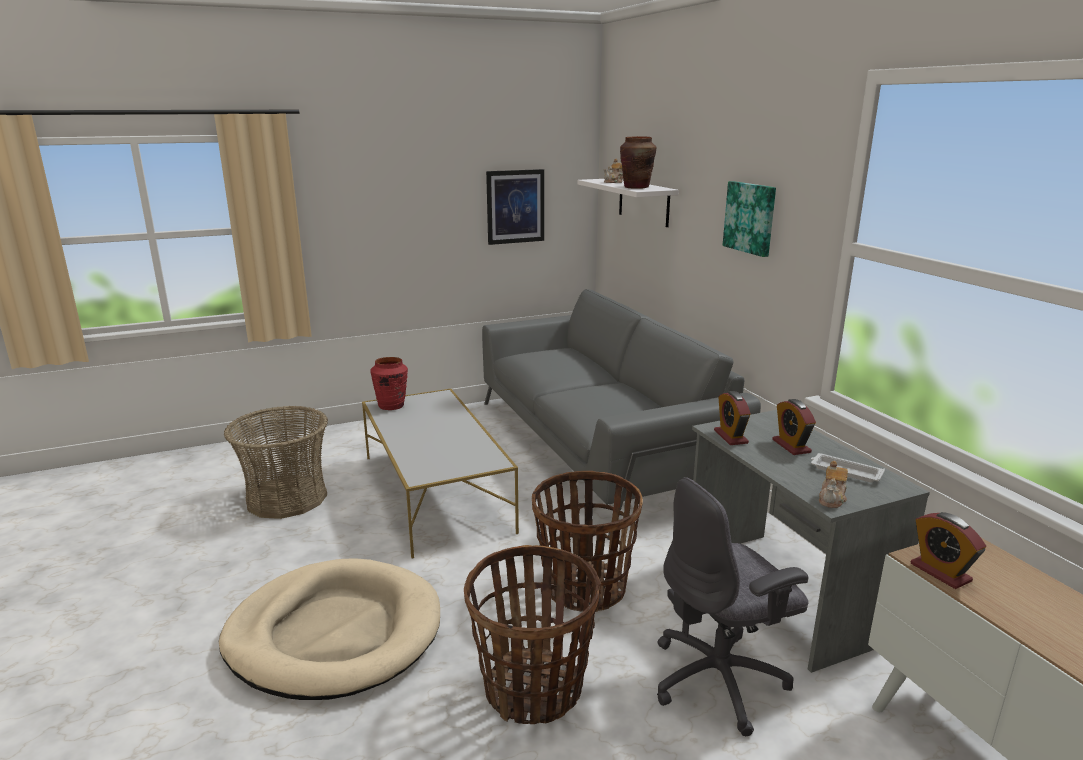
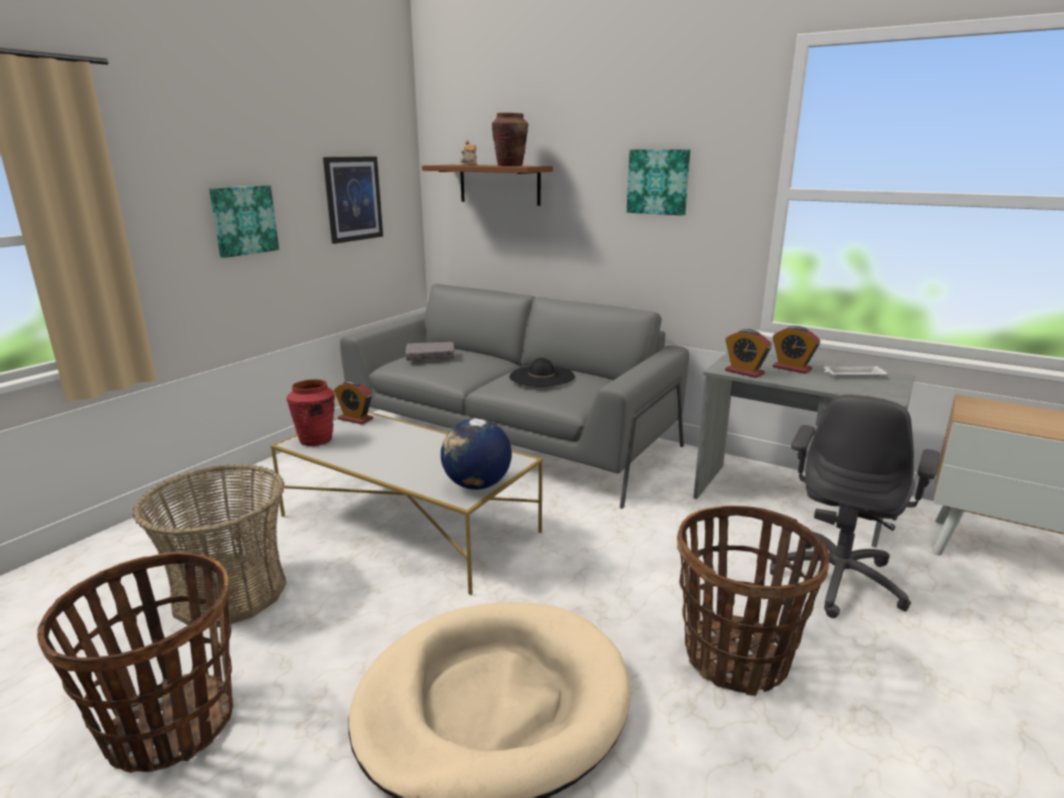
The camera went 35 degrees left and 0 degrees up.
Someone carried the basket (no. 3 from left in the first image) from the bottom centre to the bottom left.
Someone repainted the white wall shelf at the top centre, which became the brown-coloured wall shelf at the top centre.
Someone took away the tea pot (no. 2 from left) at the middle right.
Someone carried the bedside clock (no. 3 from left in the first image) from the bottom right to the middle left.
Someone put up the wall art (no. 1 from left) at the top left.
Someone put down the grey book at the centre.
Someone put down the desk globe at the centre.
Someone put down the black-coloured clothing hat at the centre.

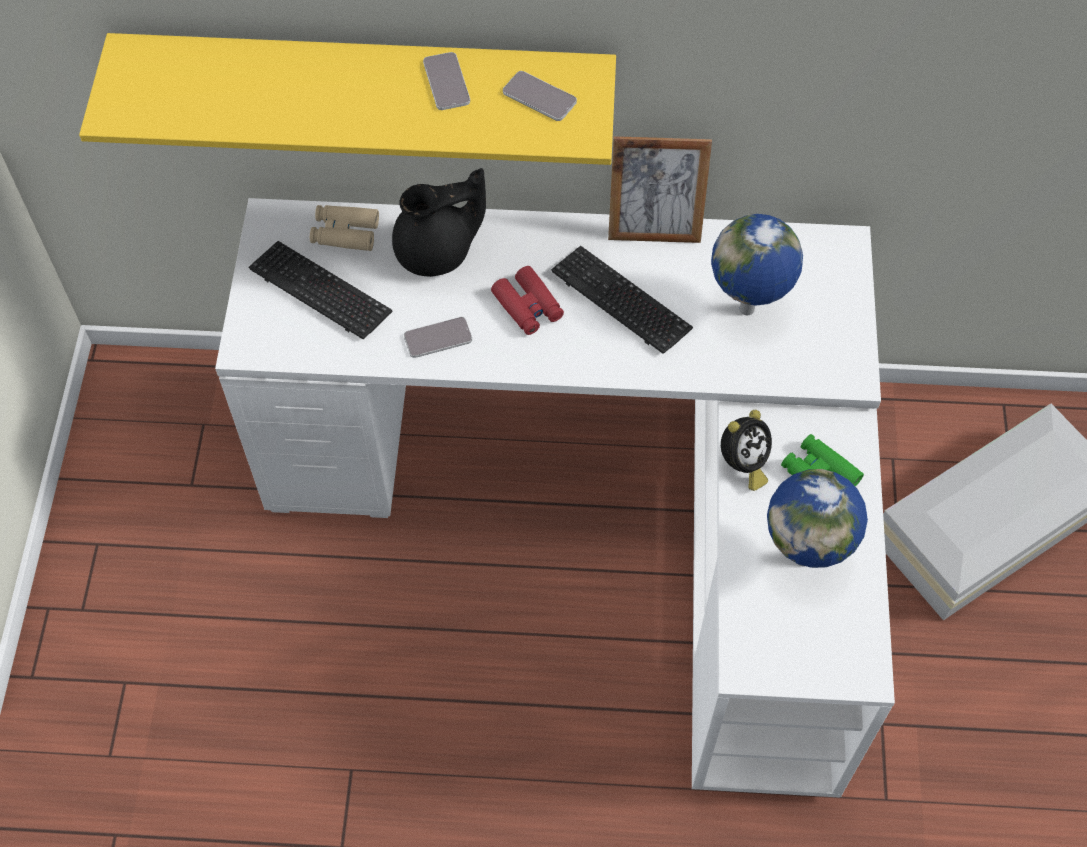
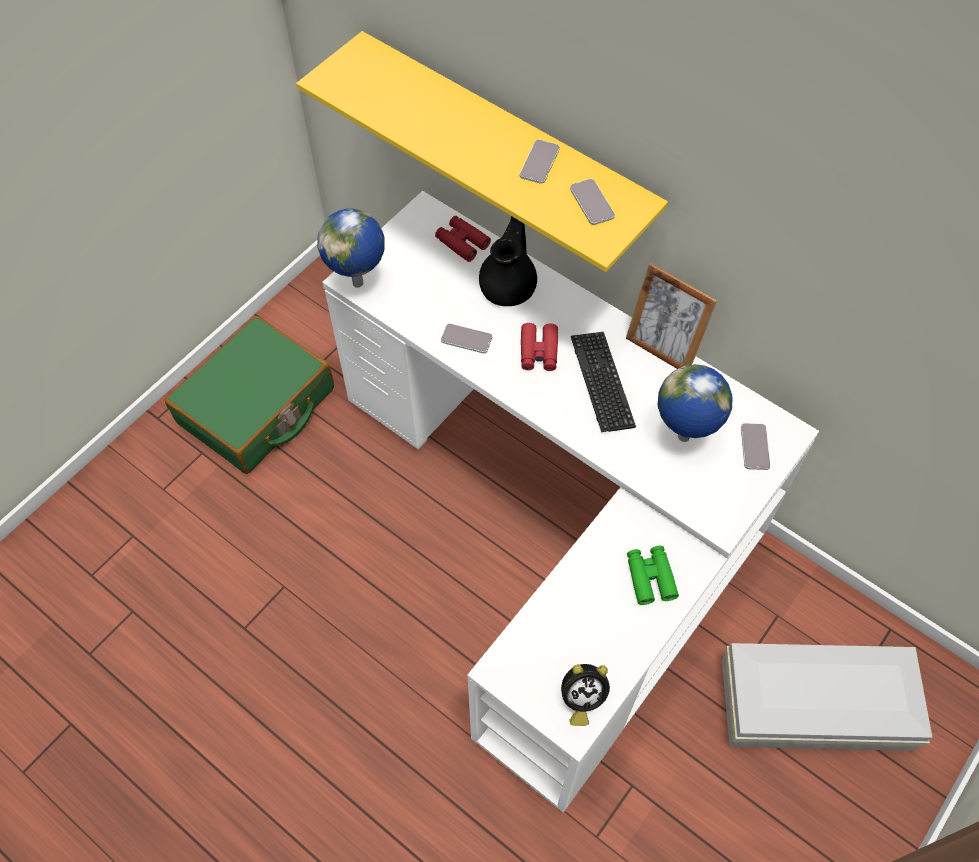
The camera went 35 degrees right and 0 degrees up.
Someone took away the keyboard (no. 1 from left) at the middle left.
Someone repainted the beige binoculars at the top left, which became the red-coloured binoculars (no. 1 from left) at the top centre.
Someone rotated the black-coloured tea pot at the top centre by 90 degrees counterclockwise.
Someone carried the bedside clock from the middle right to the bottom centre.
Someone carried the desk globe (no. 2 from left in the first image) from the middle right to the top centre.
Someone put down the greenish suitcase at the middle left.
Someone put down the handset (no. 4 from left) at the middle right.

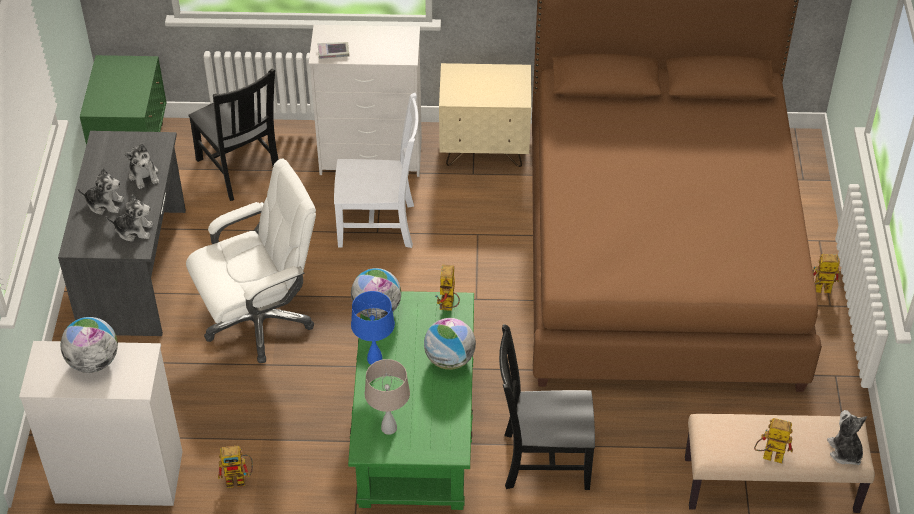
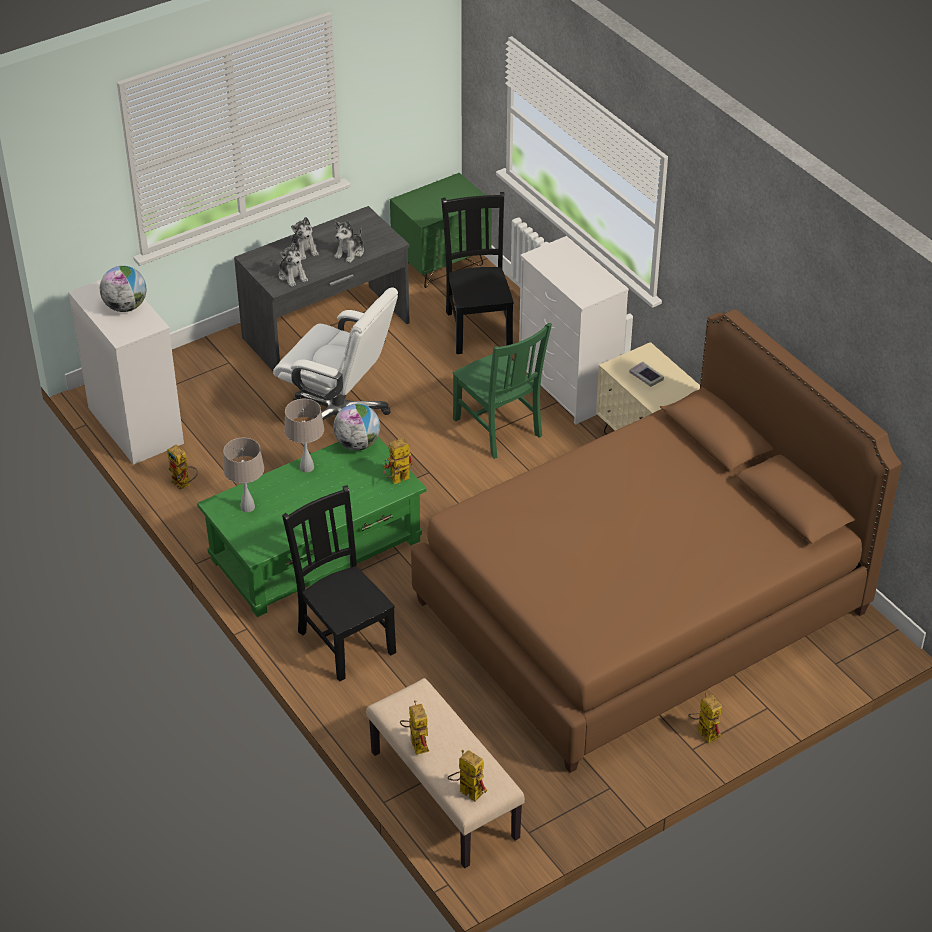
The camera went 55 degrees right and 5 degrees down.
Someone rotated the black-coloured upright chair (no. 1 from left in the first image) at the top left by 150 degrees clockwise.
Someone carried the book from the top centre to the middle right.
Someone repainted the white upright chair at the top centre, which became the greenish upright chair at the centre.
Someone repainted the bluish table lamp at the centre, which became the beige table lamp (no. 2 from left) at the middle left.
Someone took away the desk globe (no. 3 from left) at the bottom centre.
Someone swapped the plush toy (no. 4 from left) at the bottom right for the model robot (no. 4 from left) at the bottom centre.

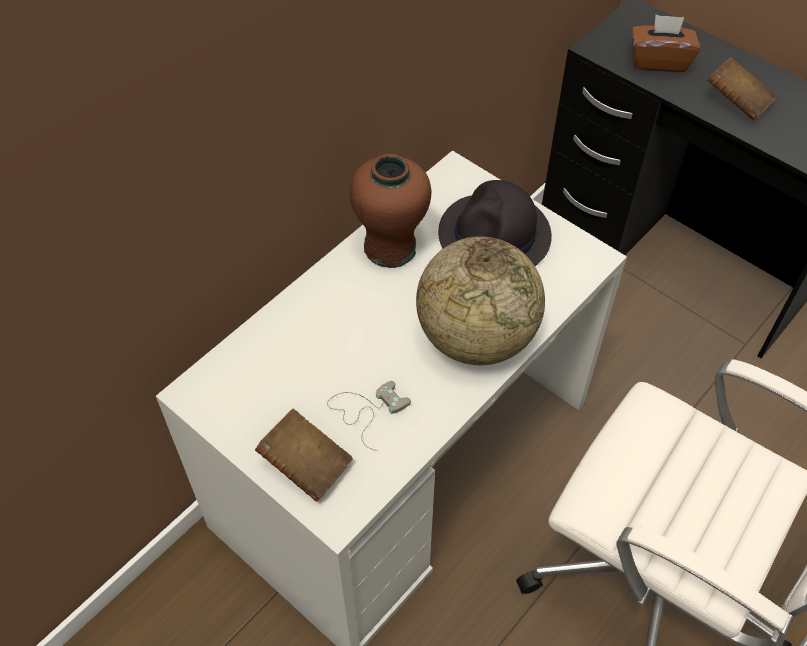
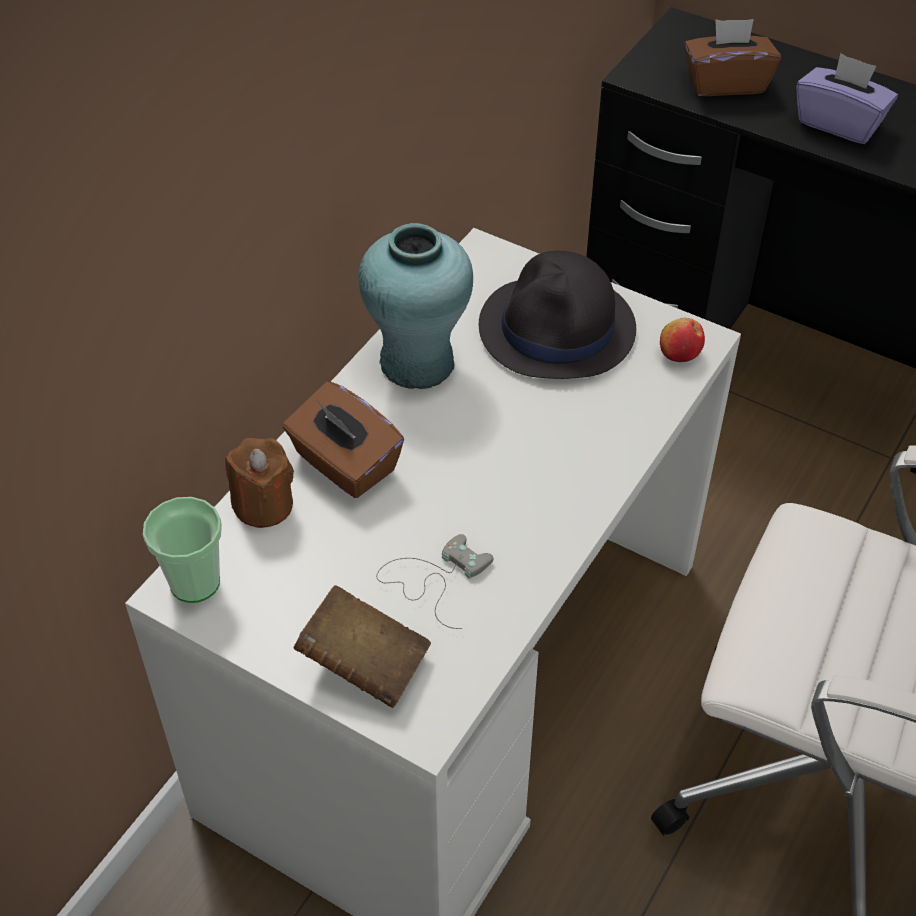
The camera went 10 degrees left and 5 degrees down.
Someone repainted the brown-coloured vase at the top centre, which became the turquoise-coloured vase at the centre.
Someone took away the desk globe at the centre.
Someone swapped the brown-coloured book (no. 2 from left) at the top right for the purple-coloured box of tissues at the top right.
Someone put down the small cup at the middle left.
Someone put down the brown-coloured candle at the middle left.
Someone put down the brown-coloured box of tissues (no. 1 from left) at the centre.
Someone put down the apple at the middle right.

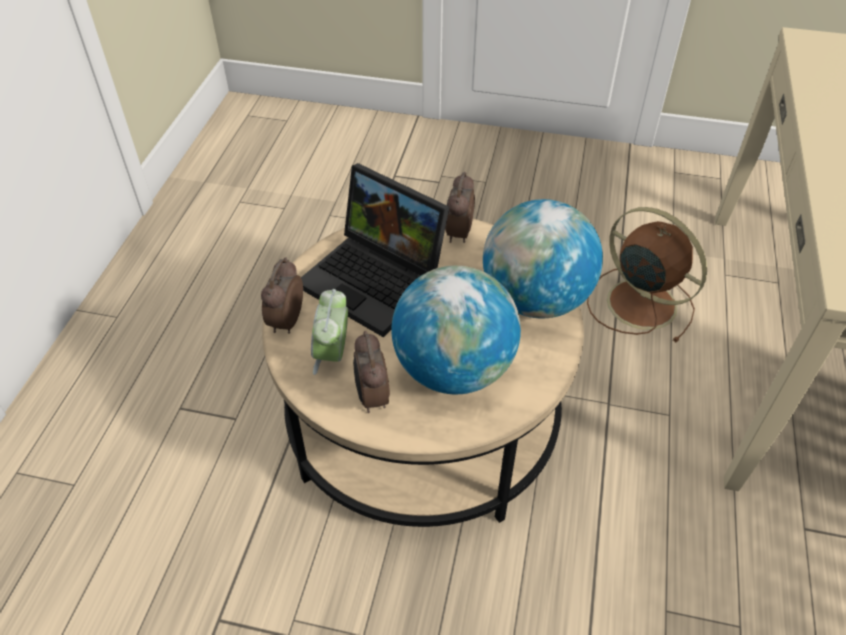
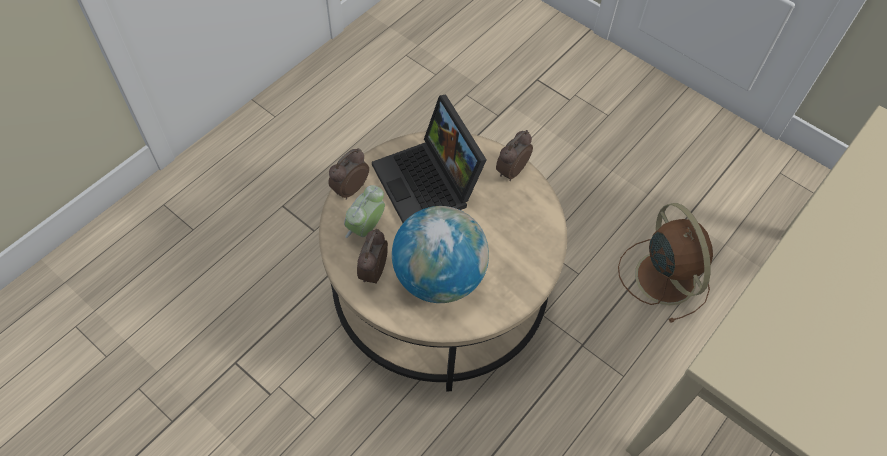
The camera went 25 degrees right and 10 degrees up.
Someone took away the desk globe (no. 2 from left) at the centre.

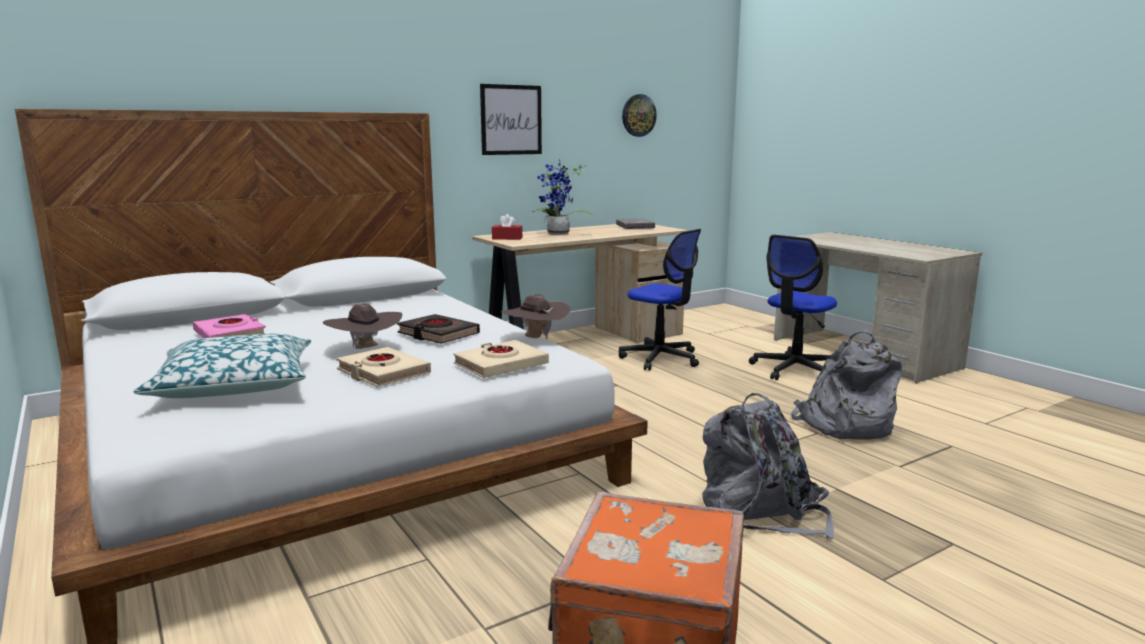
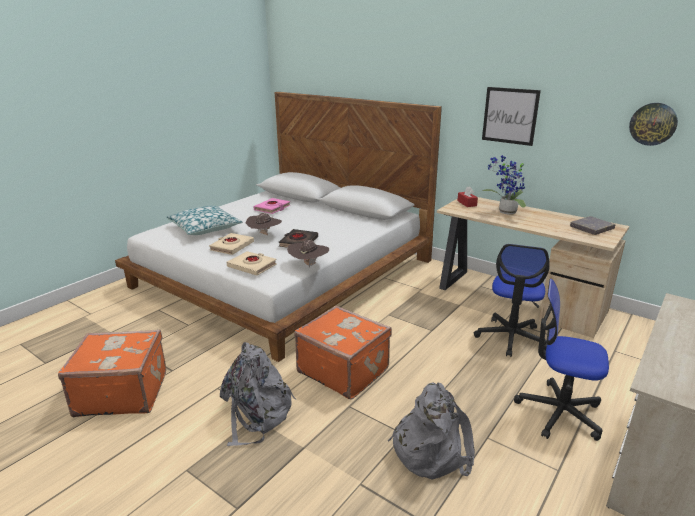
The camera went 70 degrees right and 10 degrees up.
Someone put down the orange-coloured suitcase (no. 2 from left) at the bottom centre.

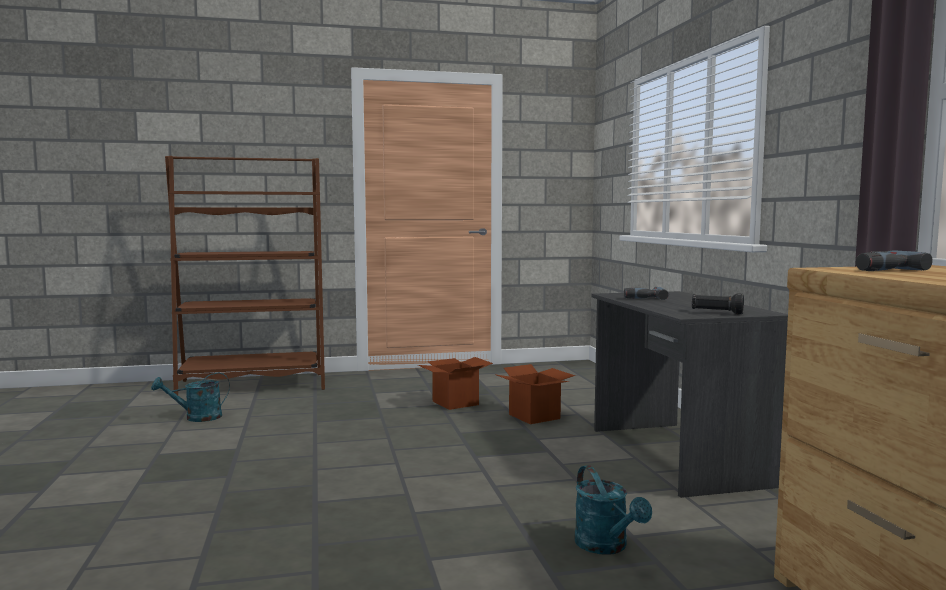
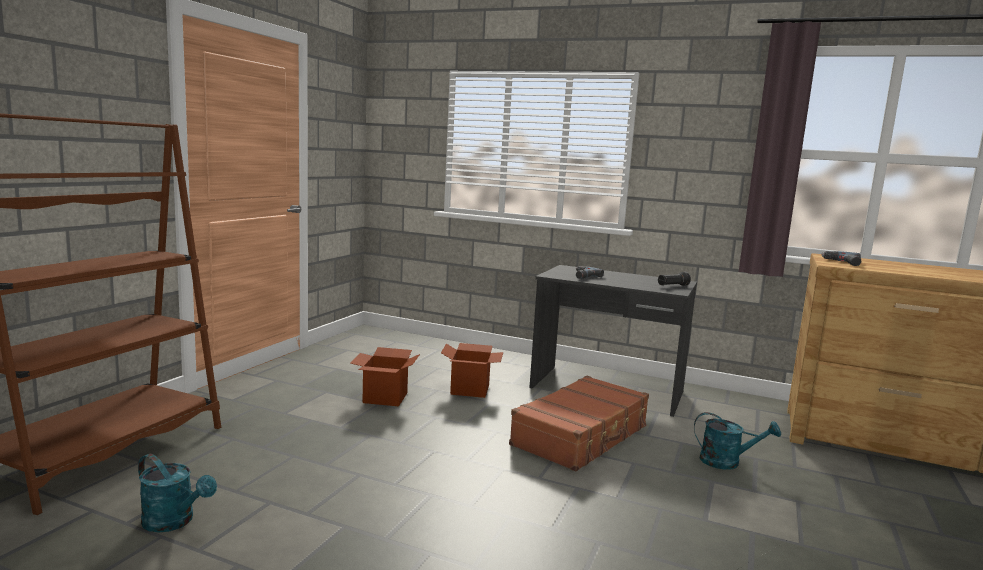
The camera went 55 degrees left and 5 degrees up.
Someone rotated the turquoise-coloured sprinkling can (no. 1 from left) at the bottom left by 75 degrees counterclockwise.
Someone put down the brown-coloured suitcase at the bottom centre.

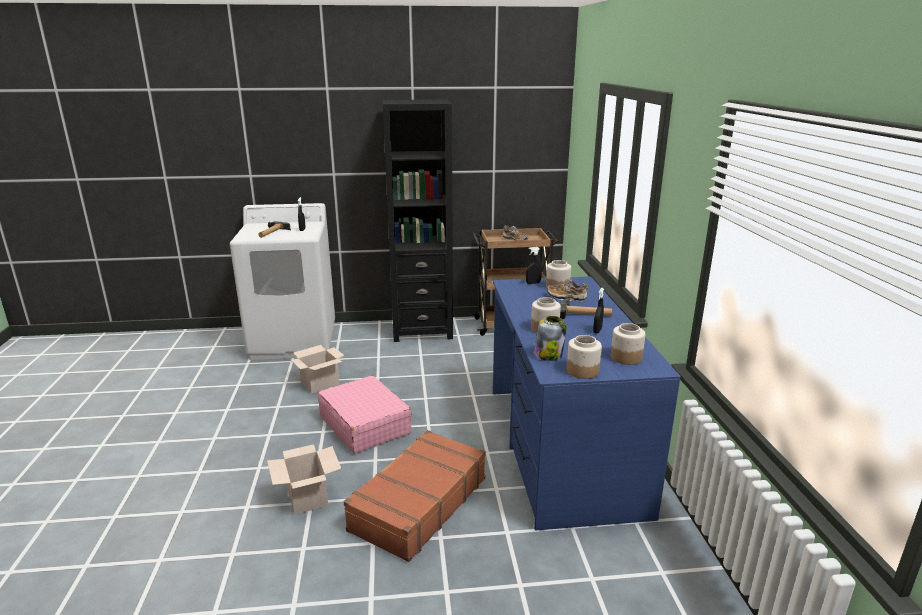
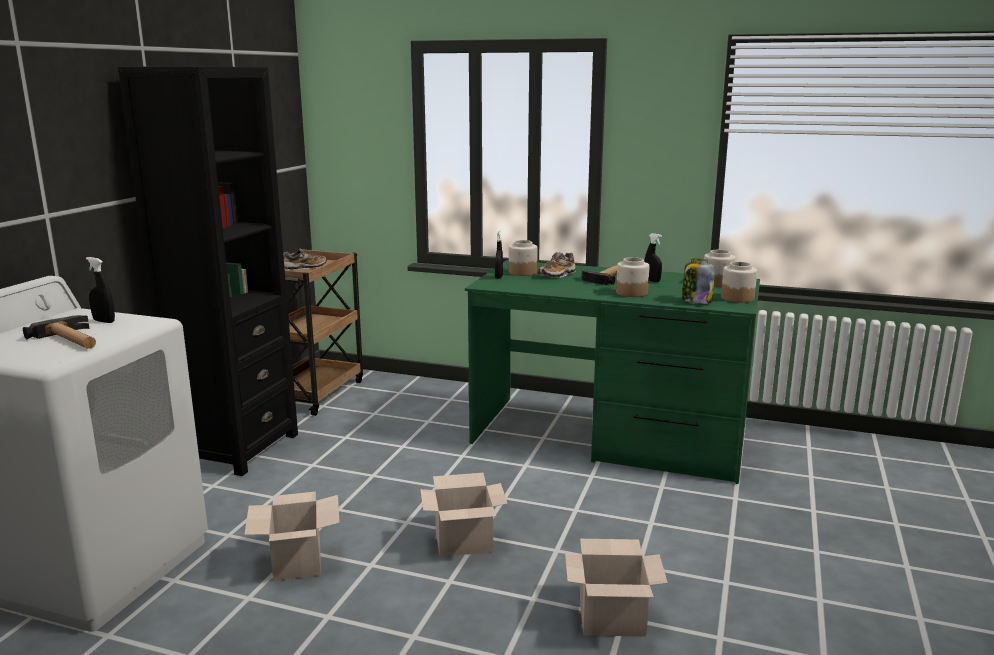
The camera went 65 degrees left and 5 degrees down.
Someone swapped the pinkish suitcase at the bottom centre for the packing box (no. 2 from left) at the bottom centre.
Someone took away the brown-coloured suitcase at the bottom centre.
Someone repainted the bluish desk table at the centre, which became the greenish desk table at the centre.

